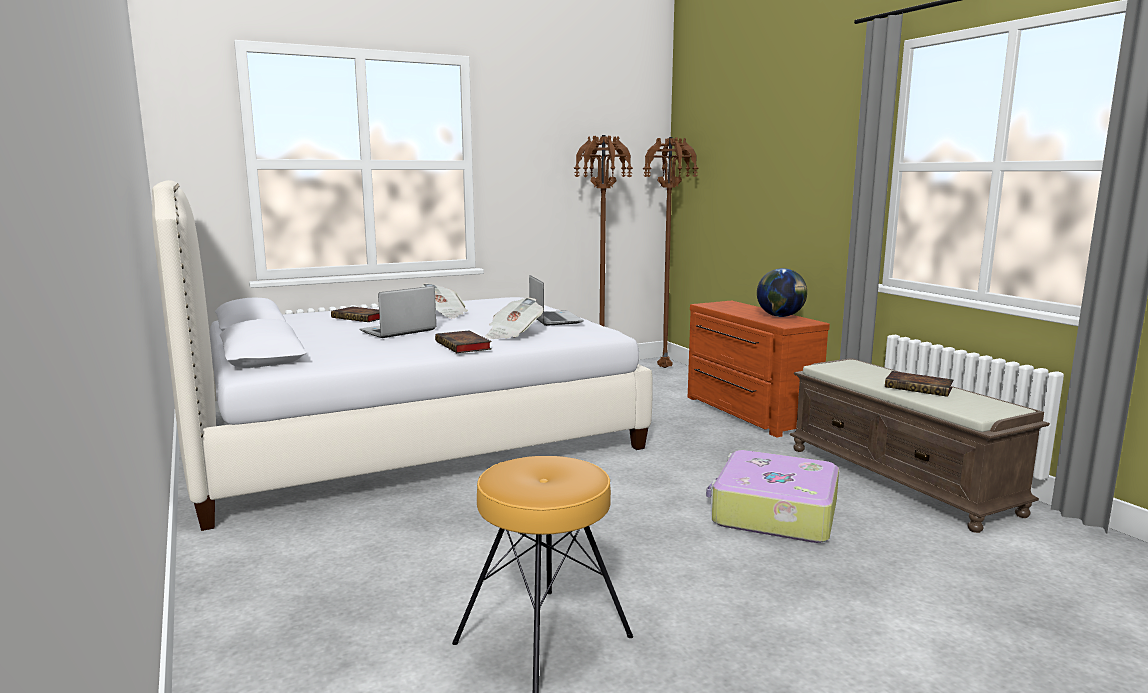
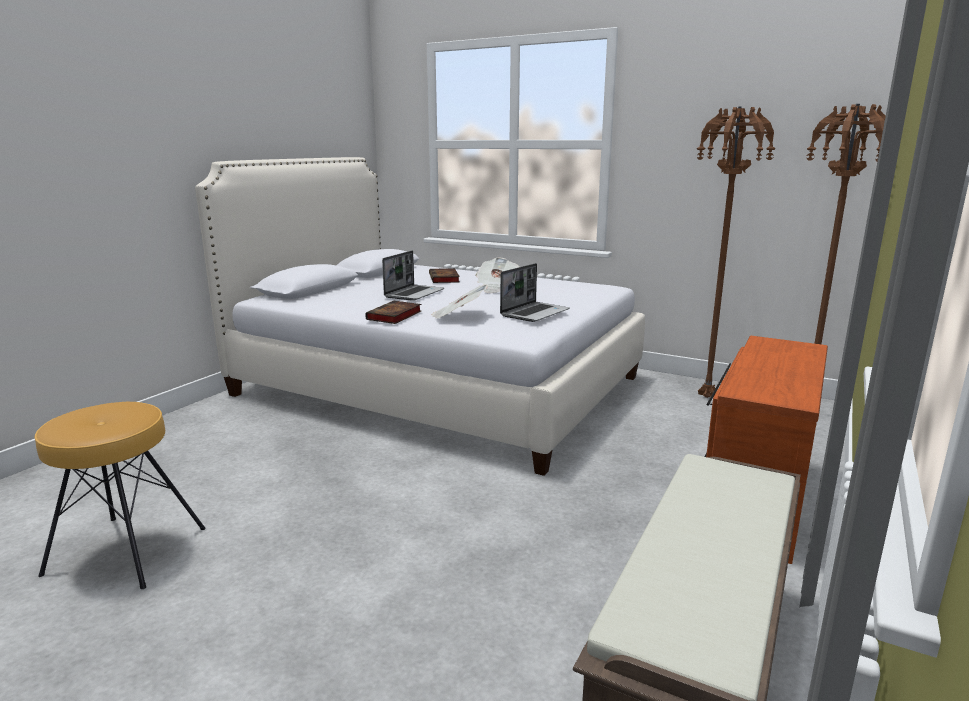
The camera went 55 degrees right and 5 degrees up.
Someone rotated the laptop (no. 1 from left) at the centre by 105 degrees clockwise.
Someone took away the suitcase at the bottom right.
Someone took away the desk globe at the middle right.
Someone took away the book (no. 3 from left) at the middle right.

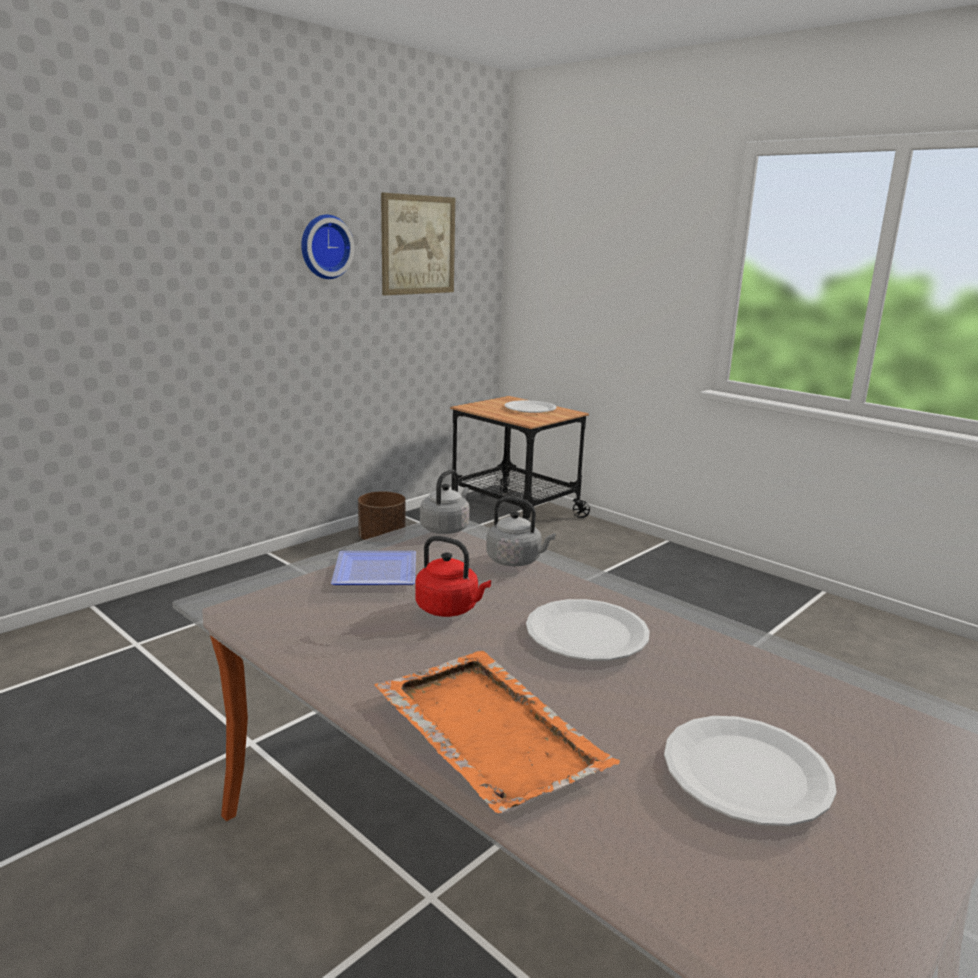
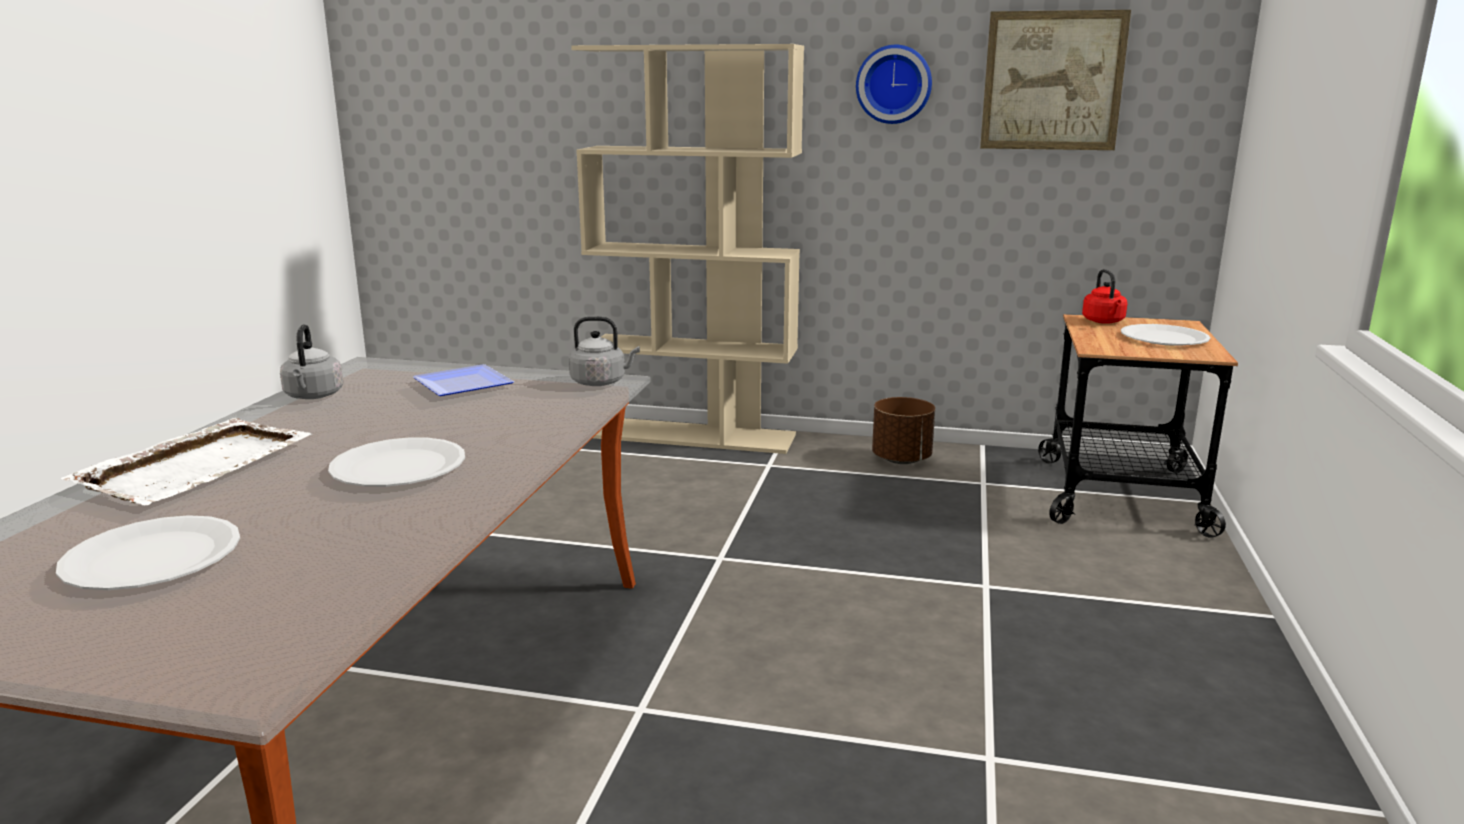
The camera went 60 degrees right and 0 degrees up.
Someone repainted the orange-coloured carrying tray at the bottom centre, which became the white carrying tray at the middle left.
Someone carried the red-coloured kettle from the centre to the middle right.
Someone carried the grey kettle (no. 2 from left in the first image) from the centre to the middle left.
Someone put down the beige bookcase at the top centre.

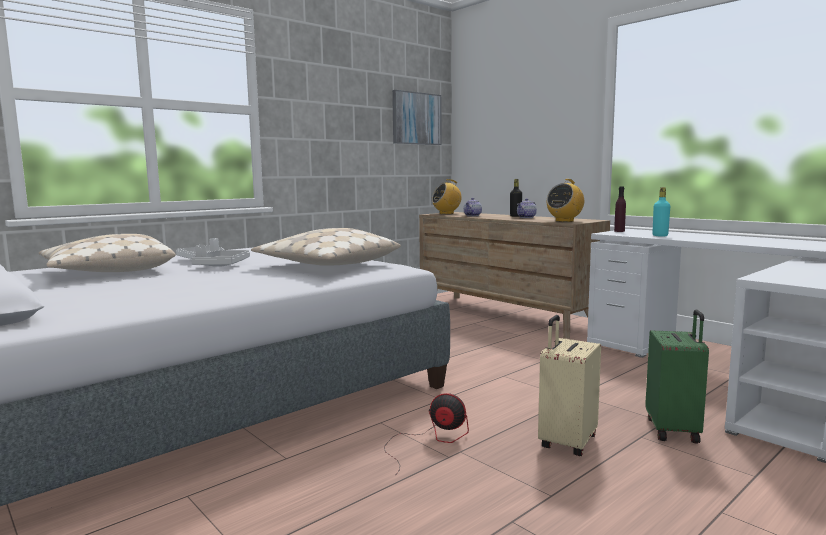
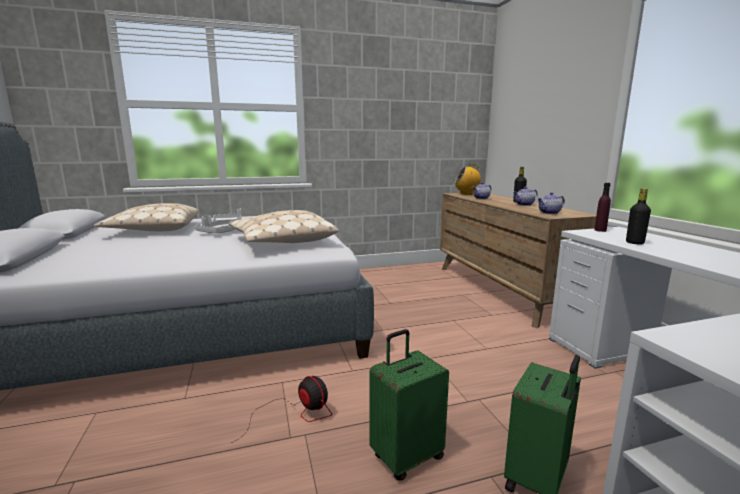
The camera went 25 degrees right and 5 degrees up.
Someone took away the wall art at the top centre.
Someone repainted the beige suitcase at the bottom right, which became the greenish suitcase (no. 1 from left) at the bottom centre.
Someone swapped the radio (no. 2 from left) at the middle right for the tea pot (no. 3 from left) at the middle right.
Someone repainted the turquoise-coloured drink bottle at the middle right, which became the black-coloured drink bottle (no. 2 from left) at the middle right.

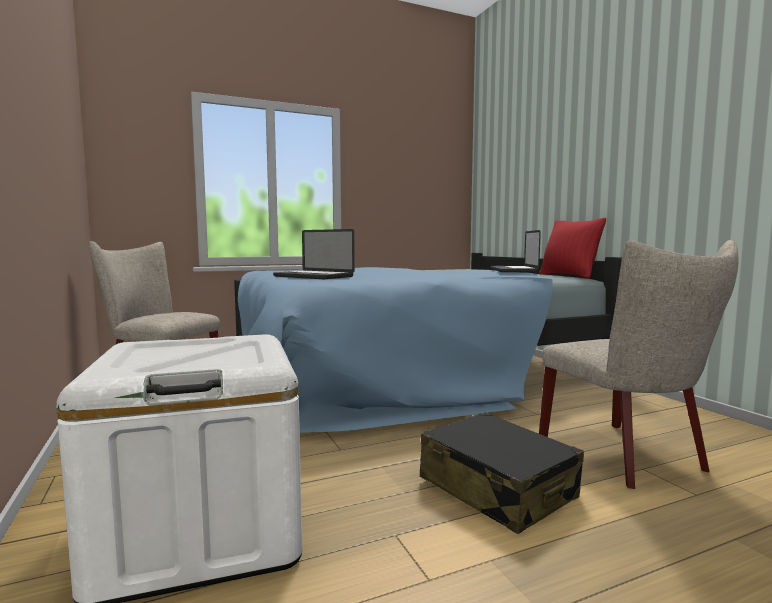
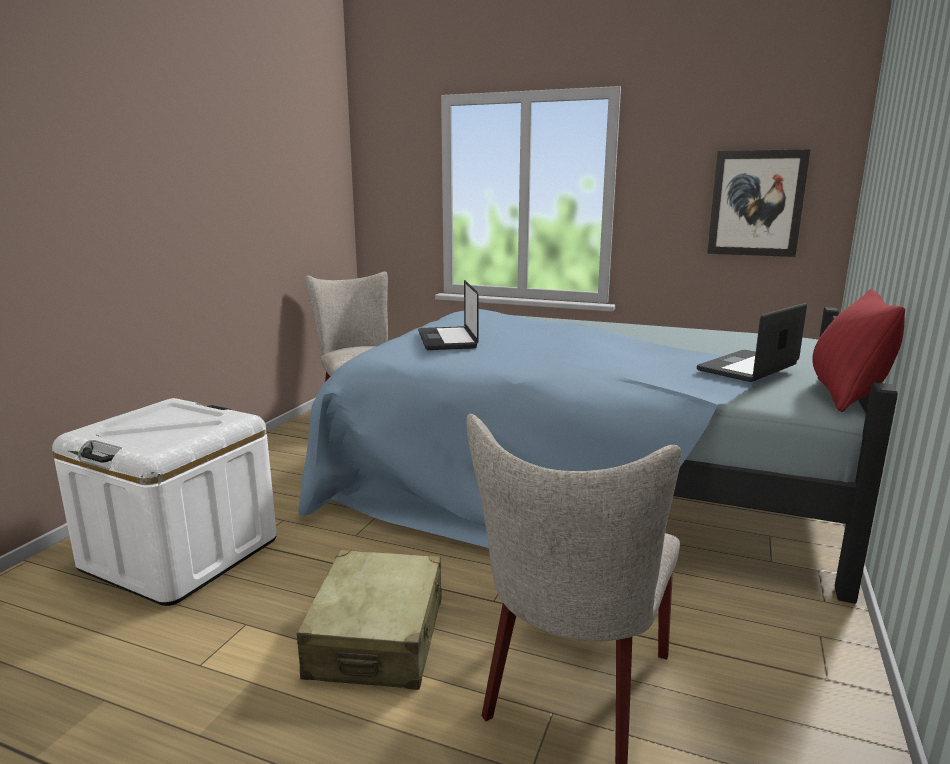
The camera went 45 degrees right and 10 degrees up.
Someone repainted the black-coloured suitcase at the bottom centre, which became the beige suitcase at the bottom centre.
Someone put up the wall art at the top right.

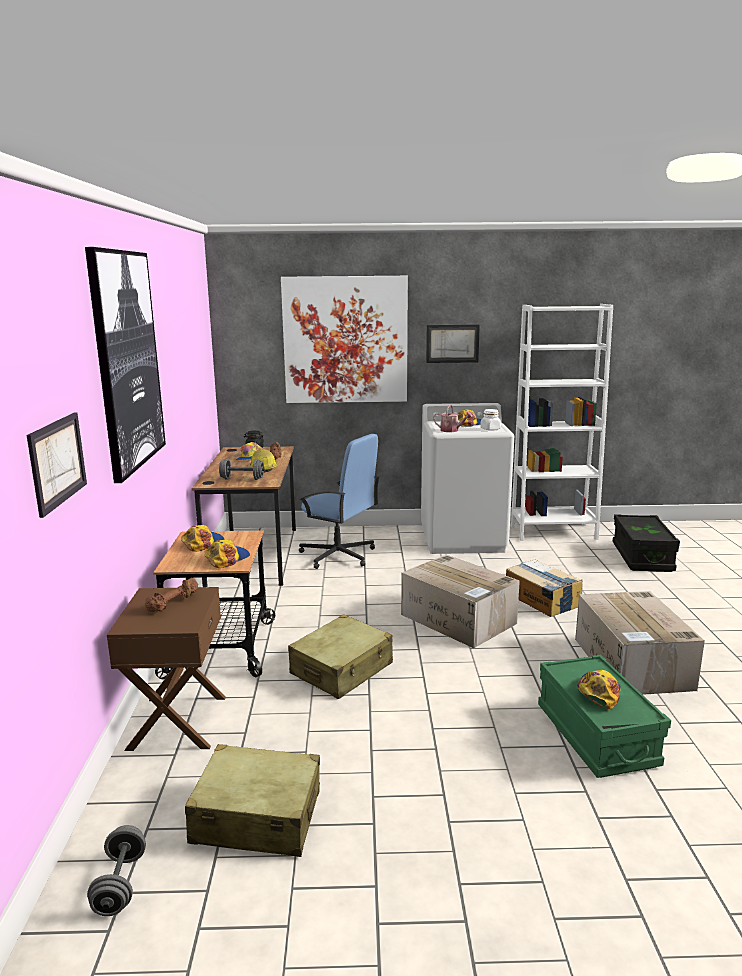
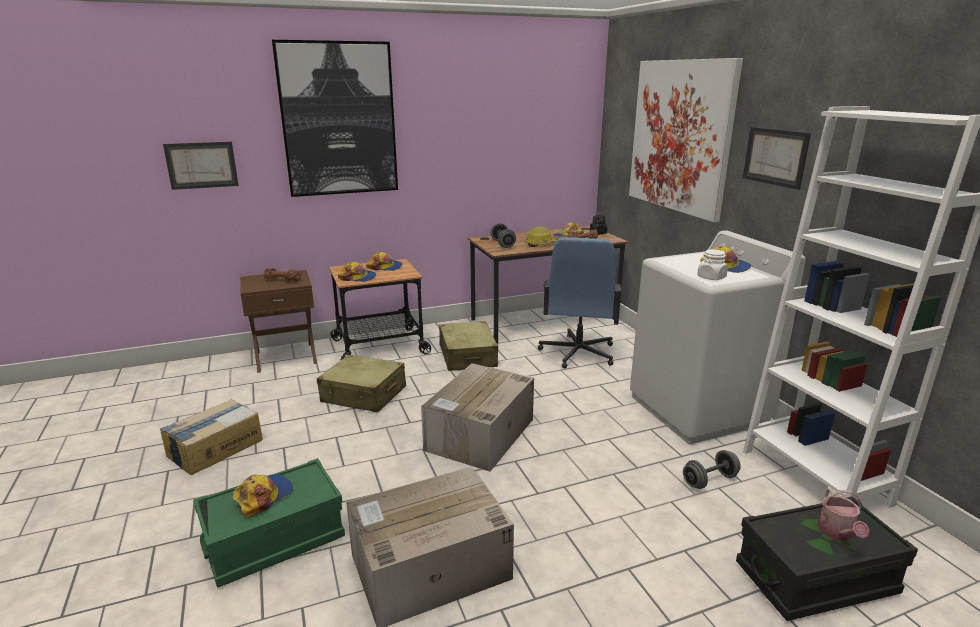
The camera went 70 degrees right and 5 degrees up.
Someone carried the grey hand weight (no. 1 from left in the first image) from the bottom left to the bottom right.
Someone carried the beige suitcase (no. 1 from left in the first image) from the bottom centre to the centre.
Someone carried the sprinkling can from the centre to the bottom right.
Someone carried the packing box (no. 2 from left in the first image) from the middle right to the bottom left.
Someone rotated the cap (no. 5 from left in the first image) at the bottom right by 60 degrees counterclockwise.

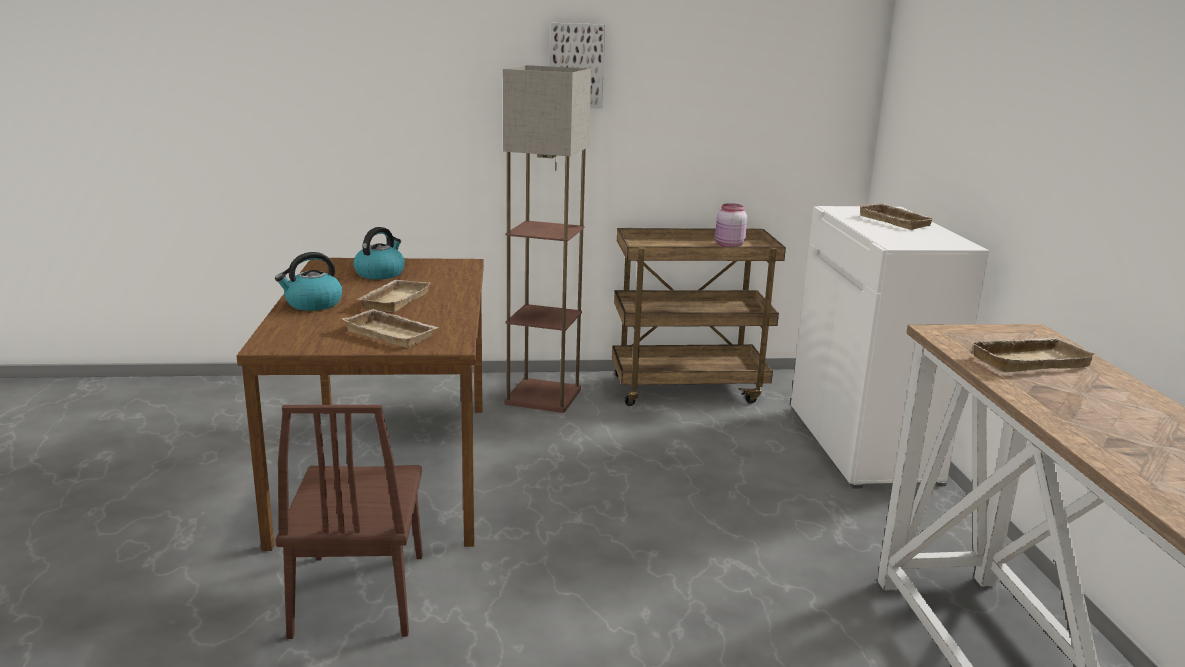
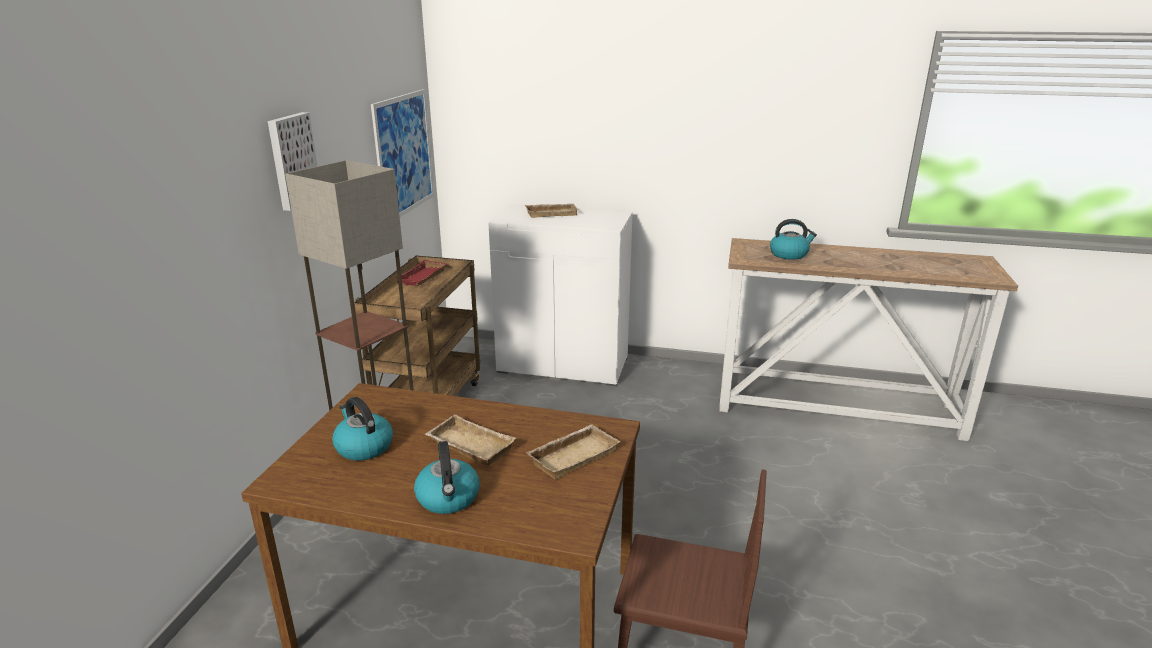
The camera went 70 degrees left and 5 degrees up.
Someone swapped the pinkish storage jar at the centre for the red-coloured carrying tray at the centre.
Someone swapped the beige carrying tray (no. 4 from left) at the middle right for the kettle (no. 3 from left) at the middle right.
Someone put up the wall art (no. 2 from left) at the top centre.

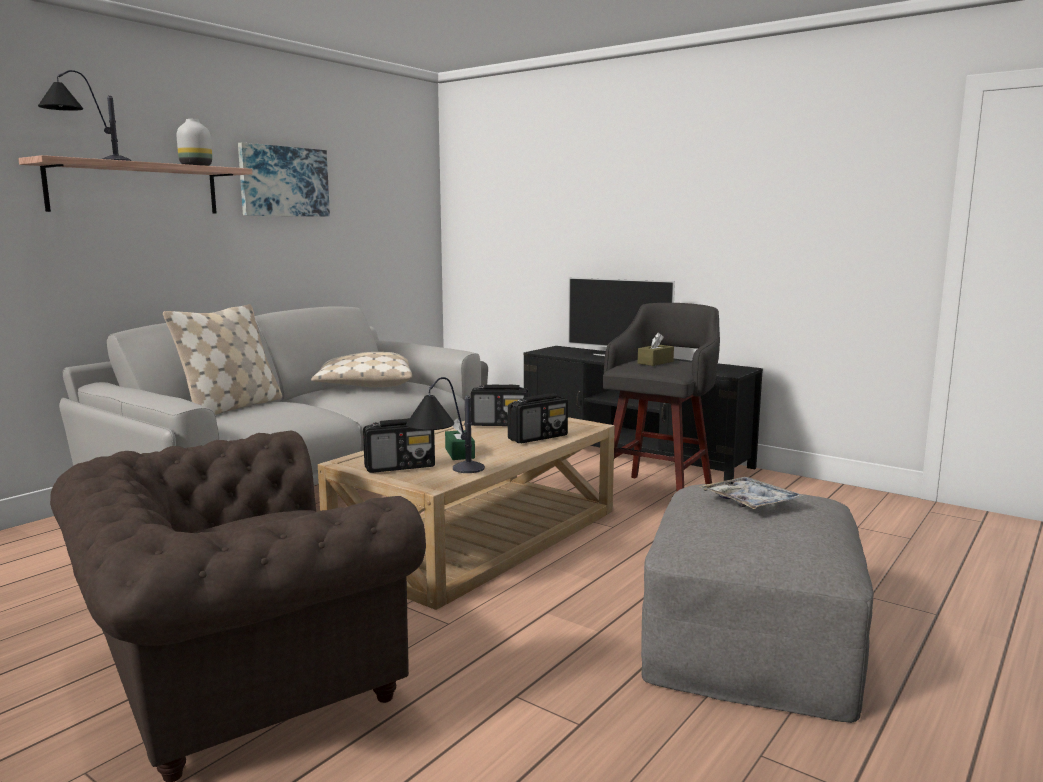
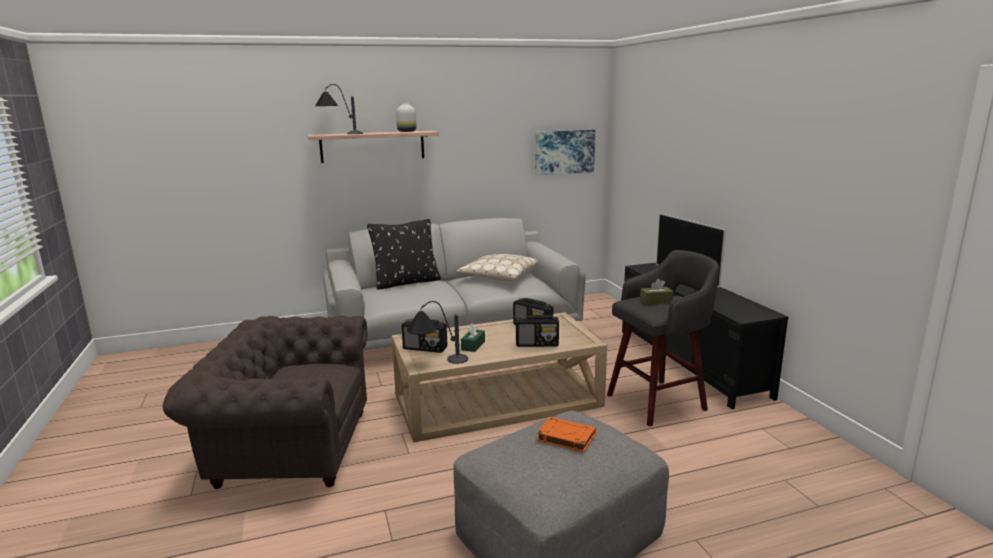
The camera went 35 degrees right and 5 degrees up.
Someone repainted the beige throw pillow (no. 1 from left) at the middle left, which became the black-coloured throw pillow at the centre.
Someone carried the wall art from the top left to the top centre.
Someone swapped the carrying tray at the middle right for the orange-coloured book at the bottom centre.

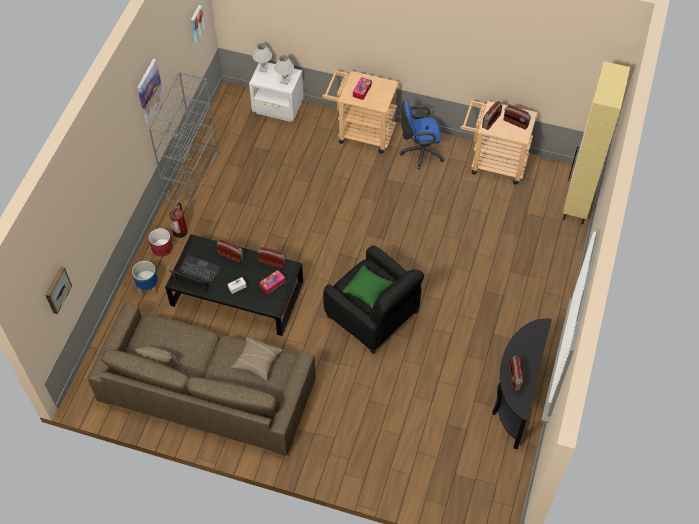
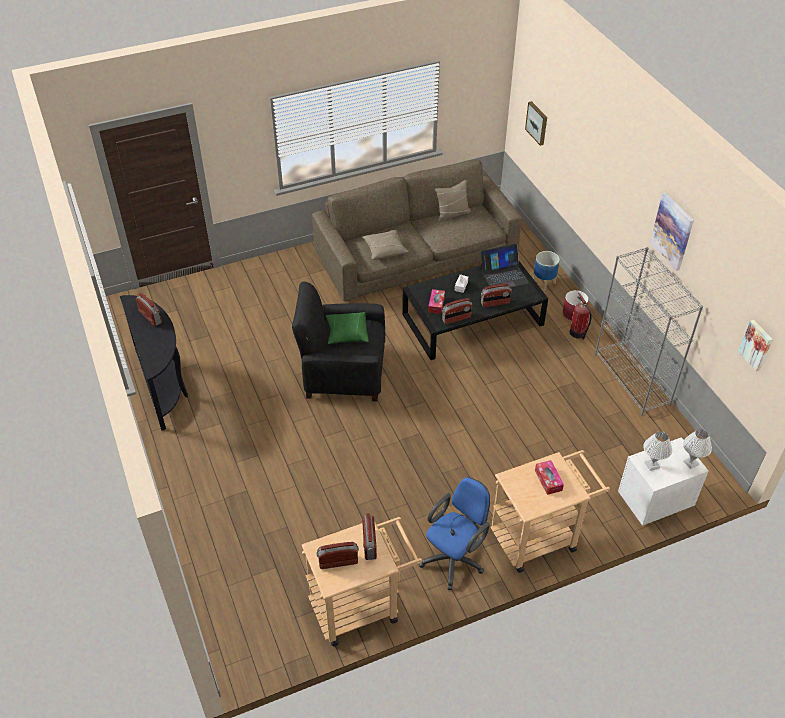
The camera went 140 degrees right and 10 degrees down.
Someone took away the beige cabinet at the top right.

